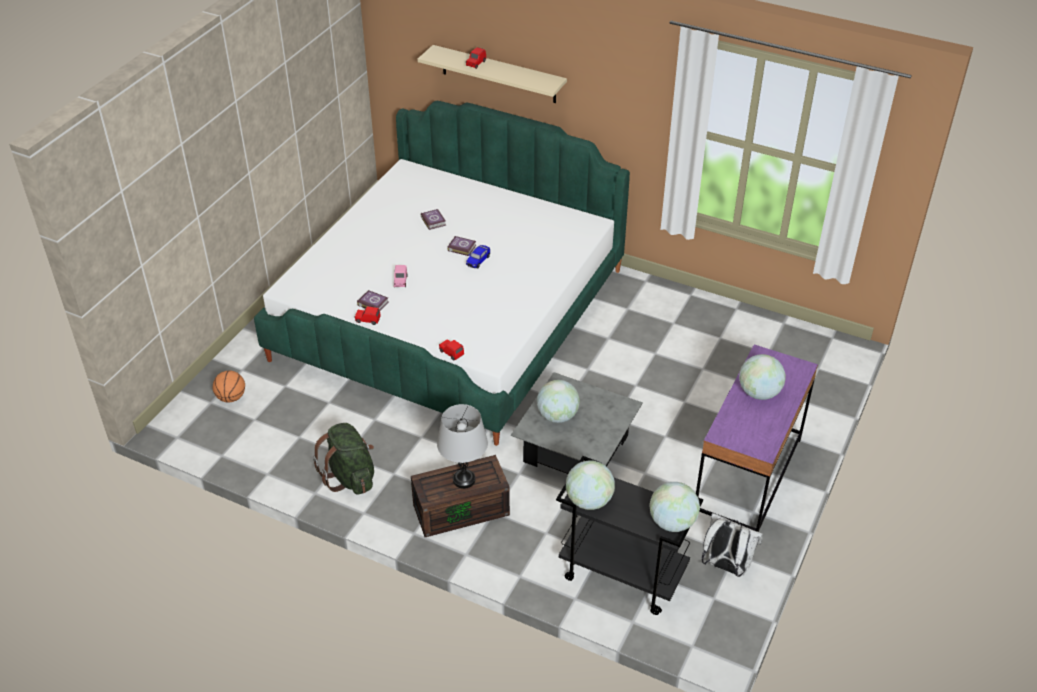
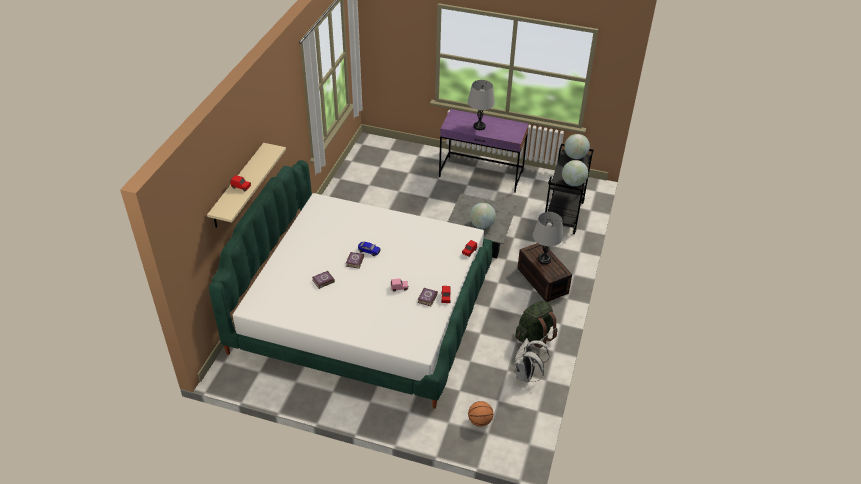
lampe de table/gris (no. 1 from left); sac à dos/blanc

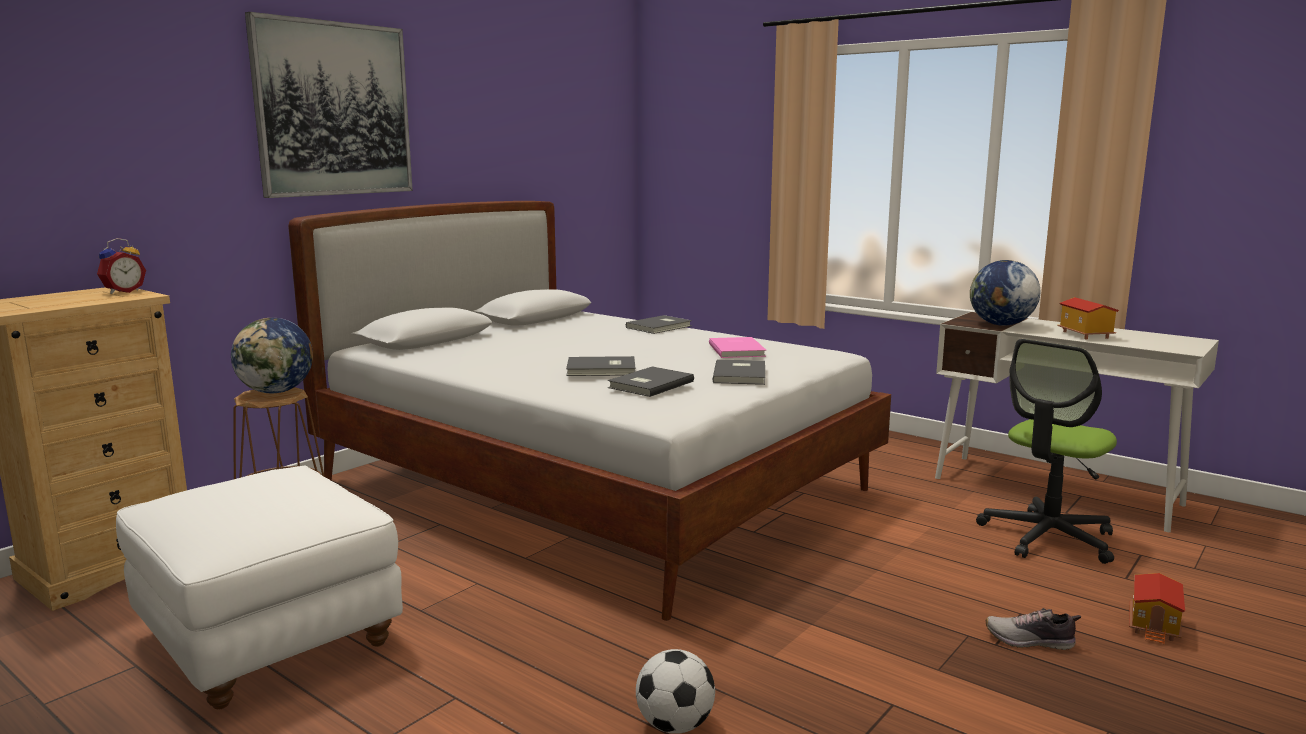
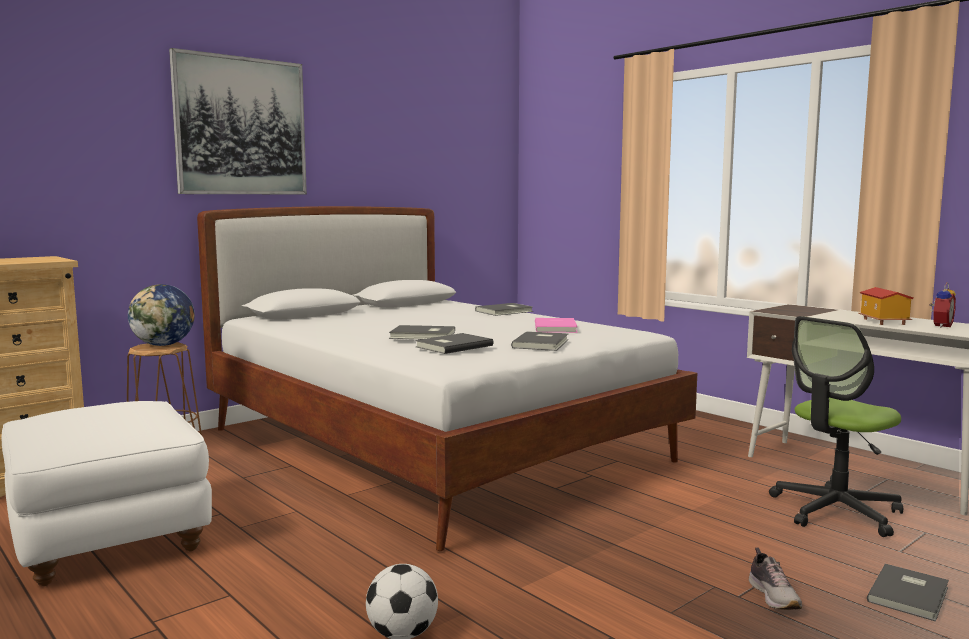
chaussure; livre/gris (no. 5 from left); réveil; globe (no. 2 from left in the first image)

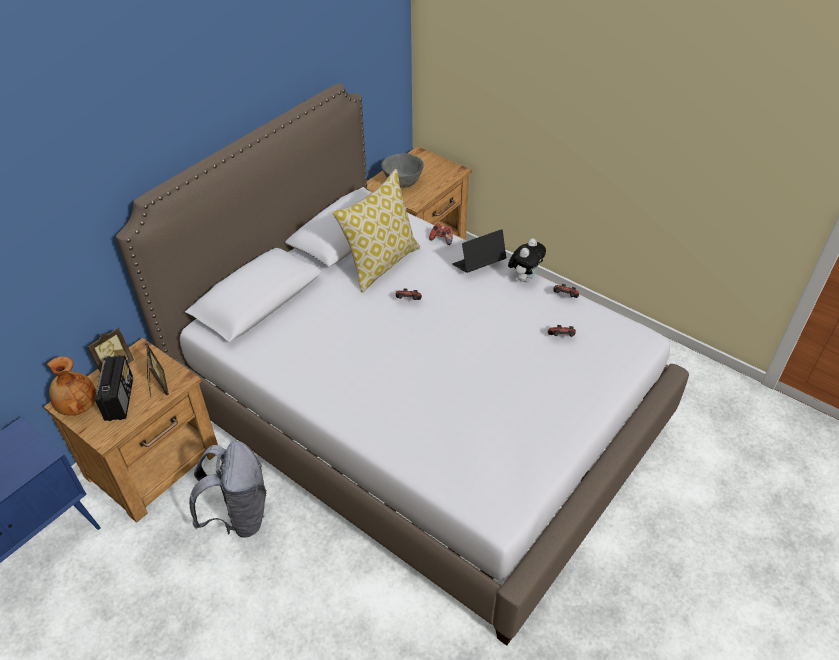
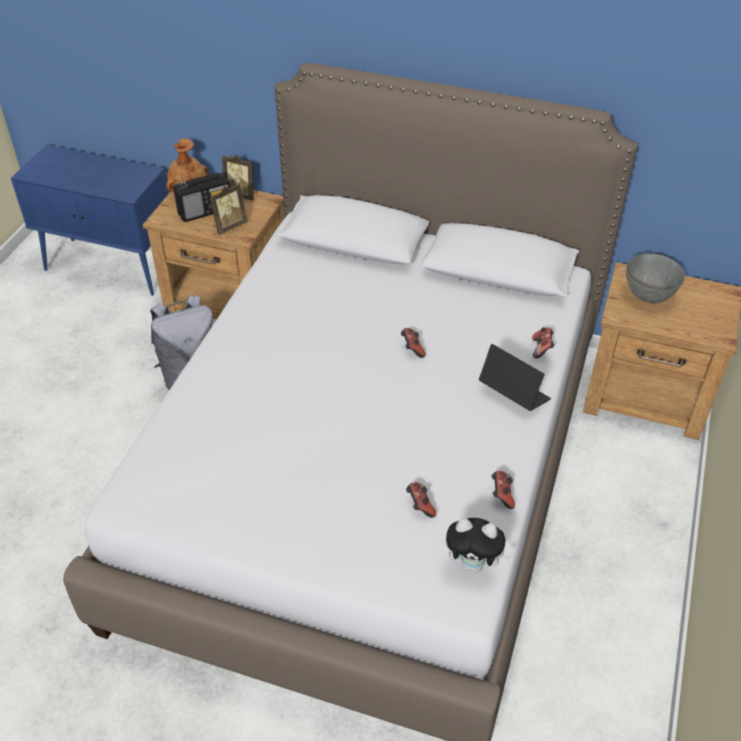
peluche; coussin

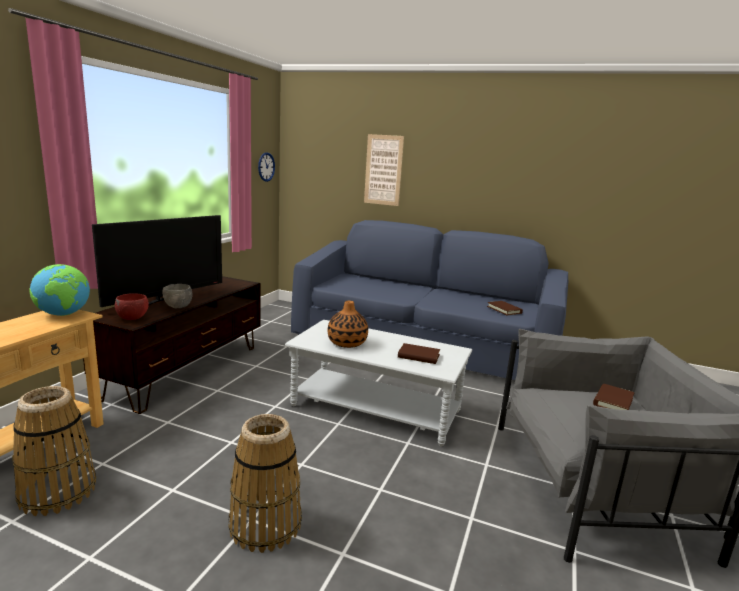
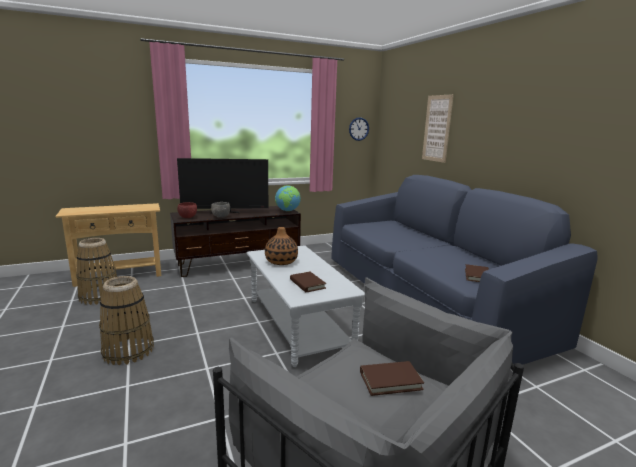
globe

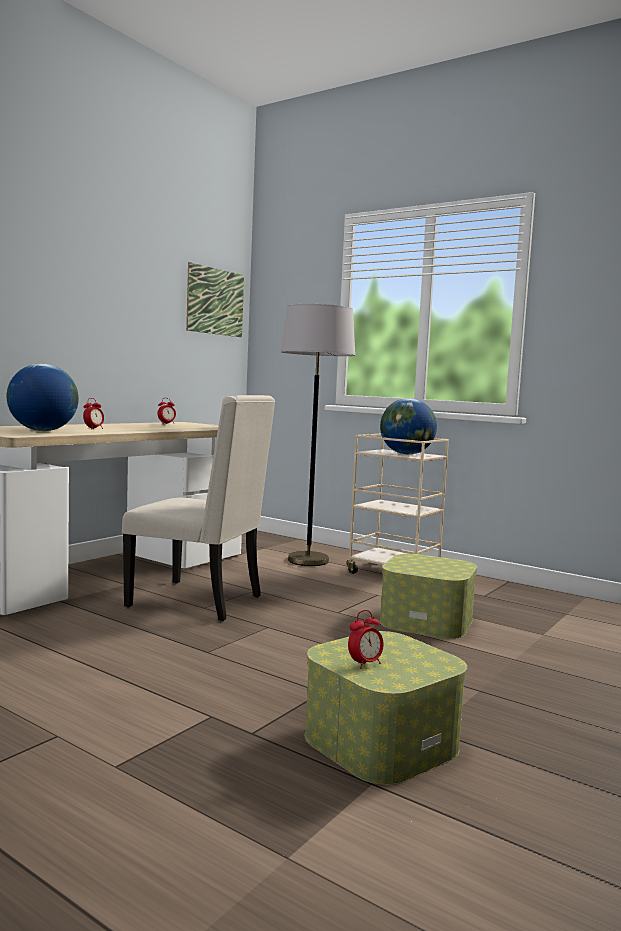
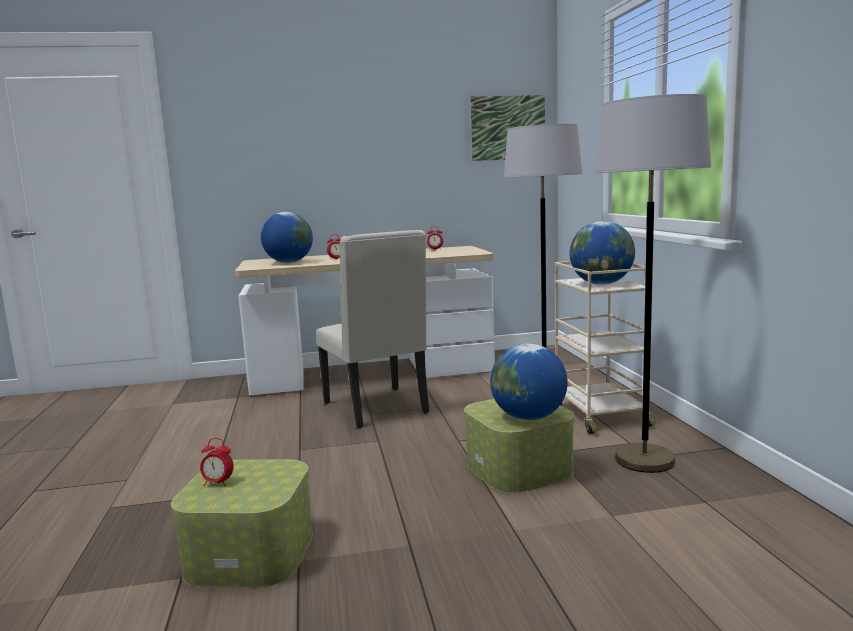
globe (no. 2 from left); lampadaire/gris (no. 2 from left)

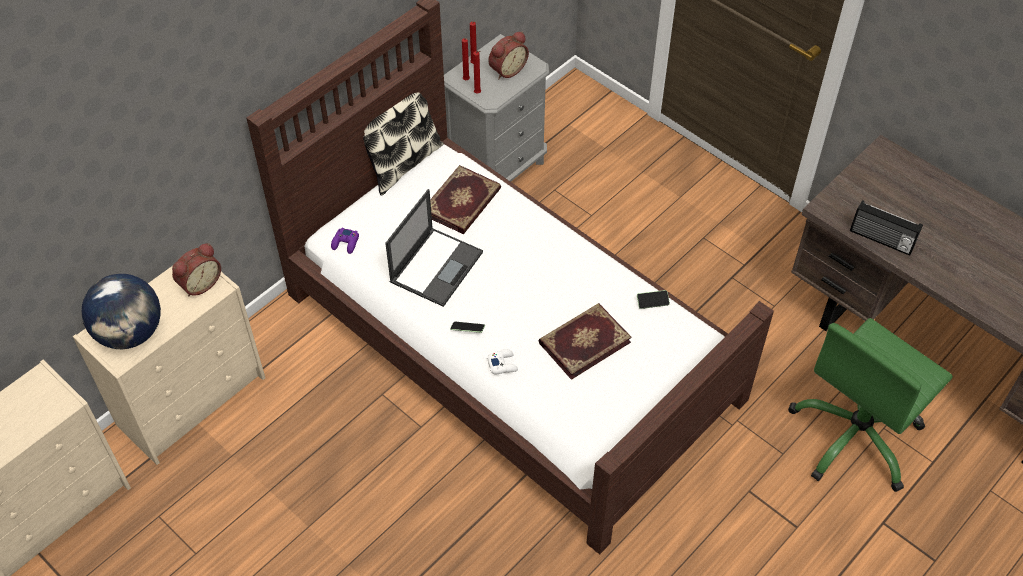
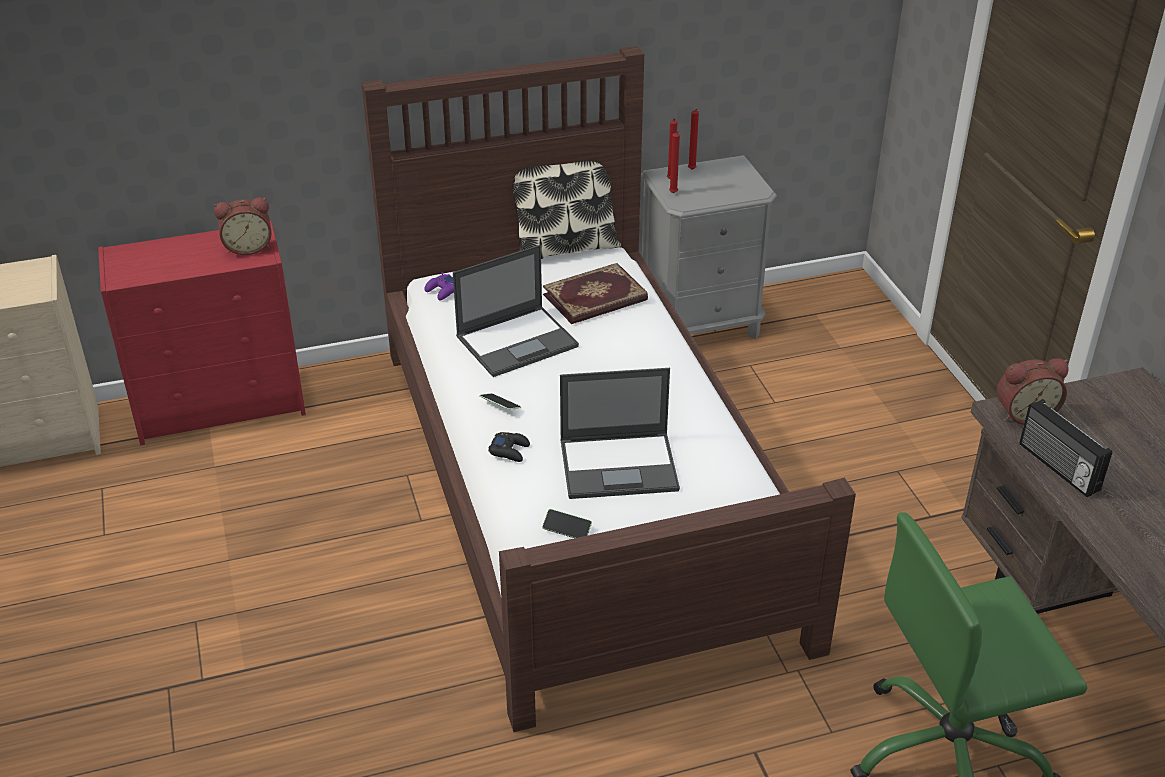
commode/rouge; manette/noir; téléphone (no. 2 from left); ordinateur portable (no. 2 from left); réveil (no. 2 from left); globe

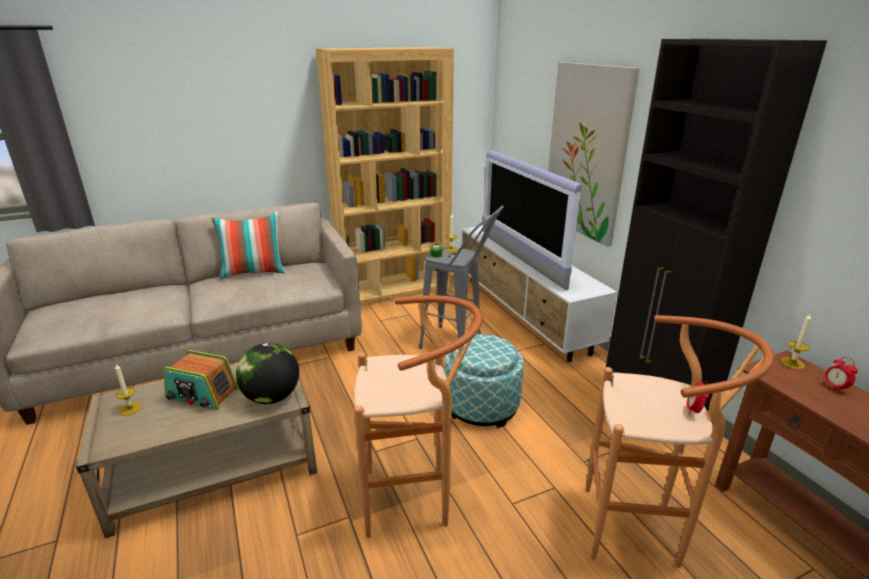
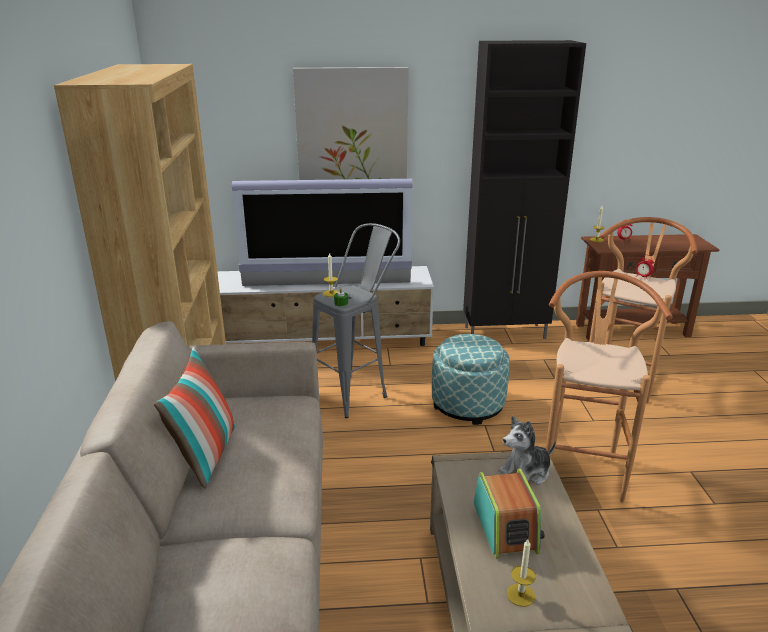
radio; peluche

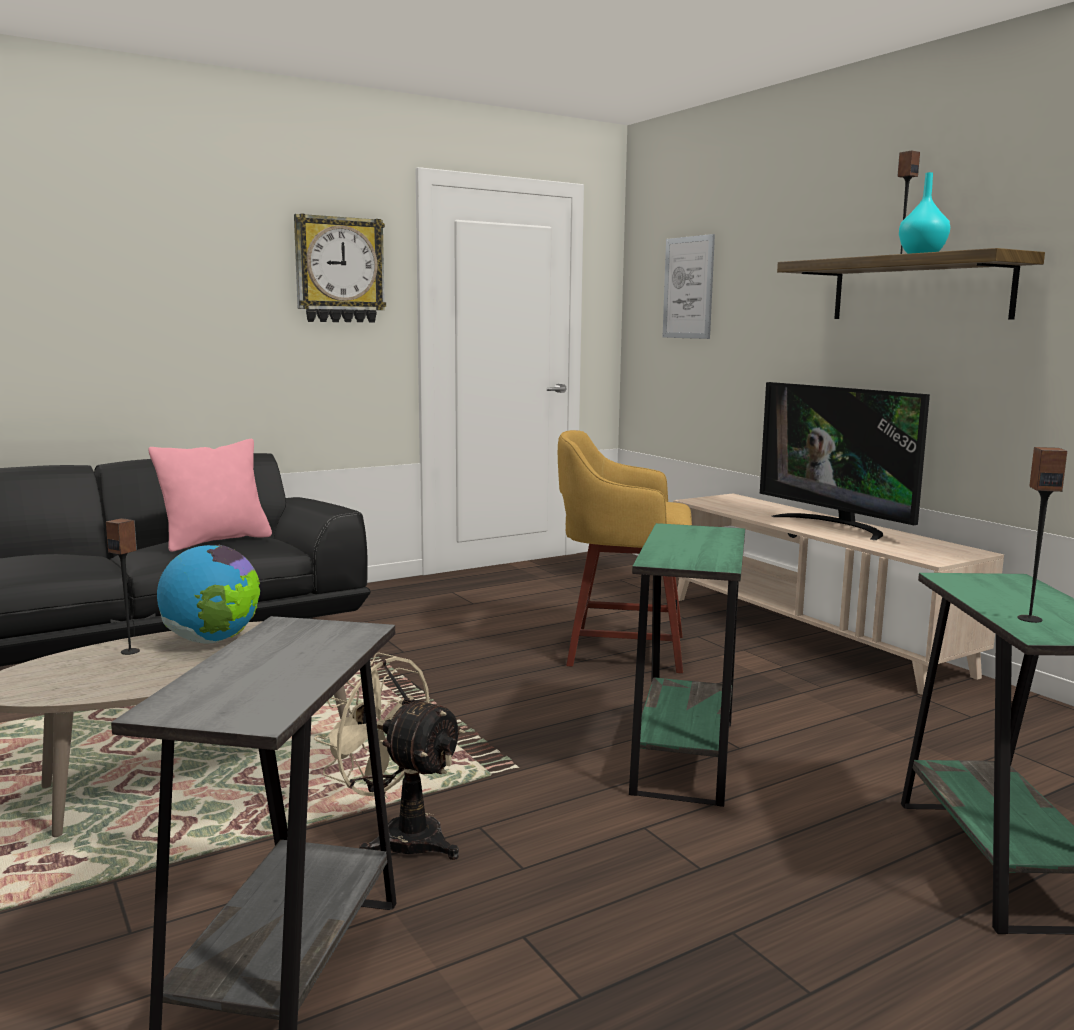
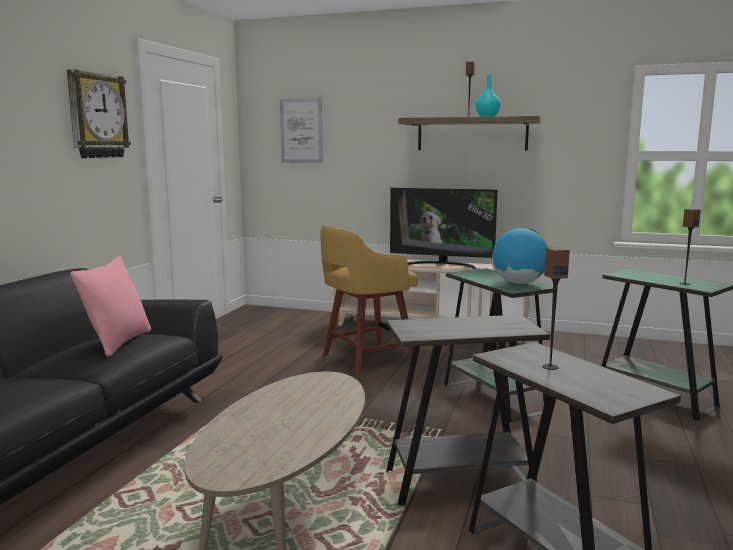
table d'appoint/gris (no. 1 from left); globe; enceinte (no. 2 from left)

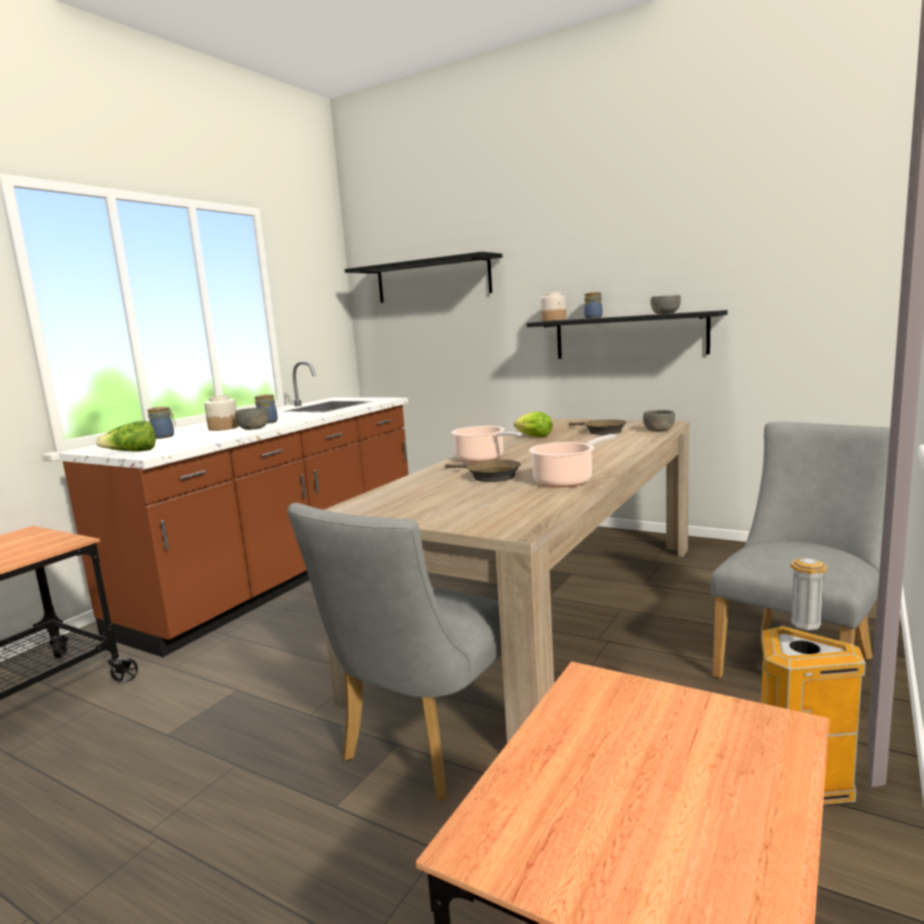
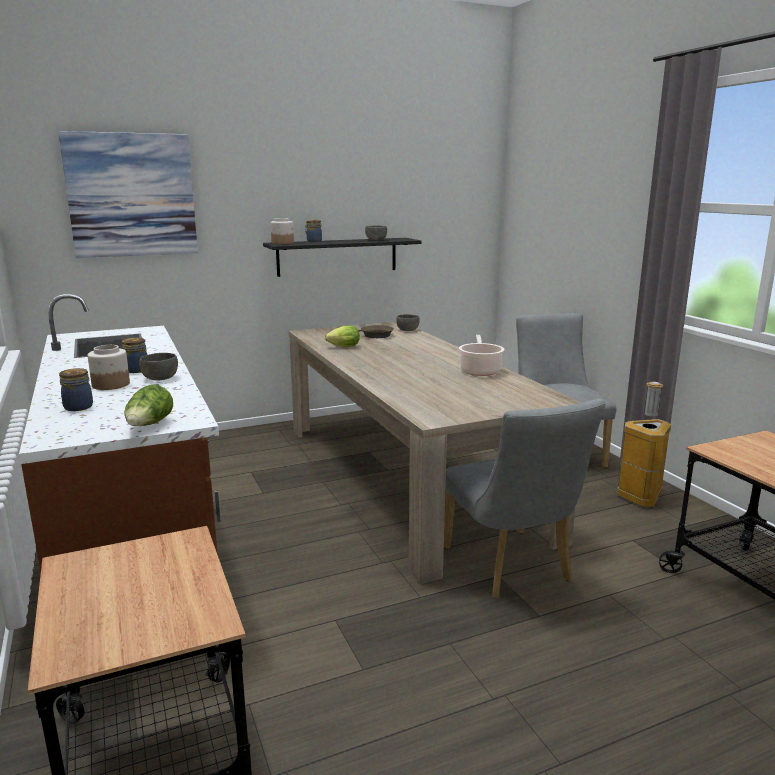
tableau; poêle/marron (no. 1 from left in the first image); marmite (no. 1 from left in the first image)

